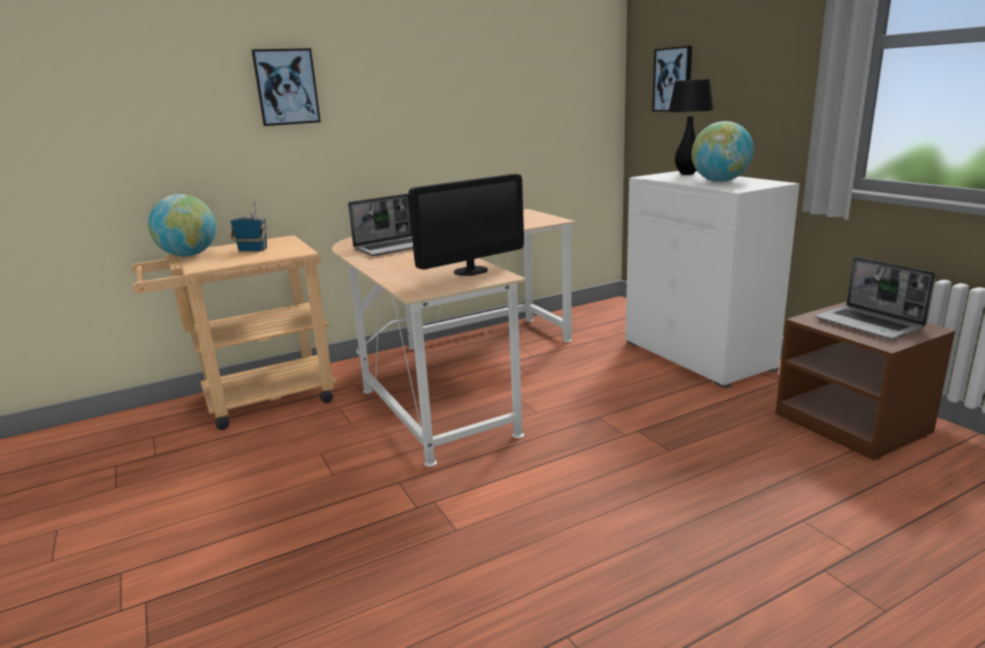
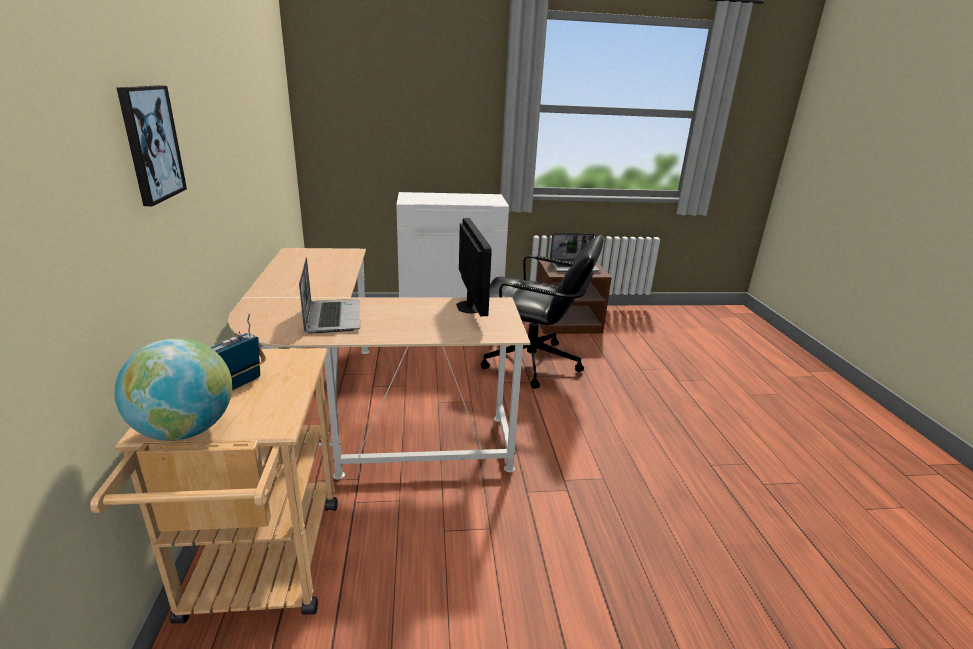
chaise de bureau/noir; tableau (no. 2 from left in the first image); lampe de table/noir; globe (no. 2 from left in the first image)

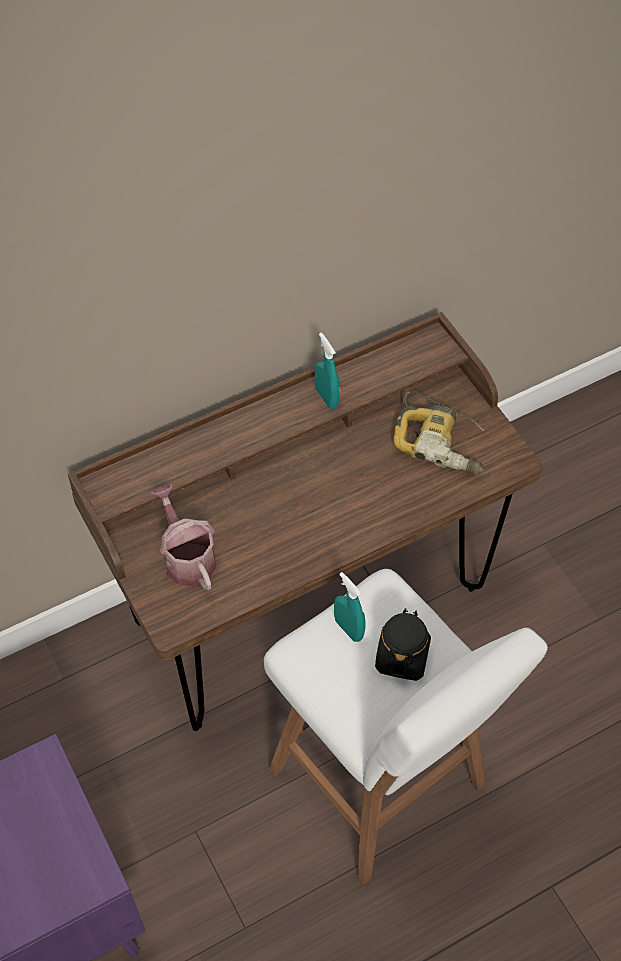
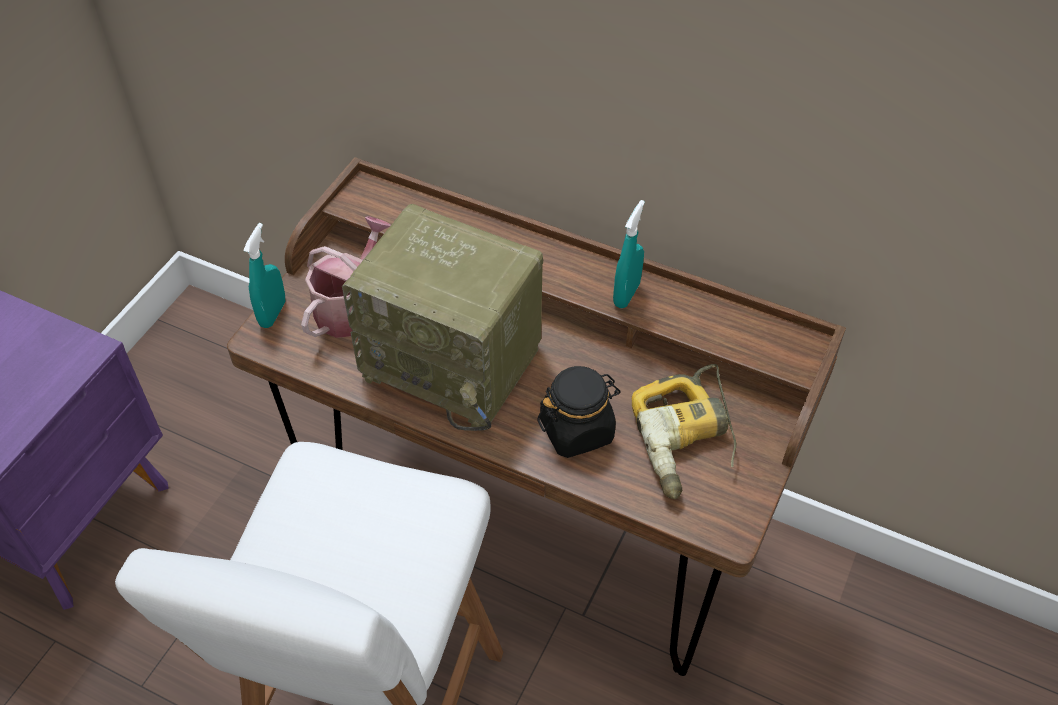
vaporisateur/turquoise (no. 1 from left); radio; bocal/noir

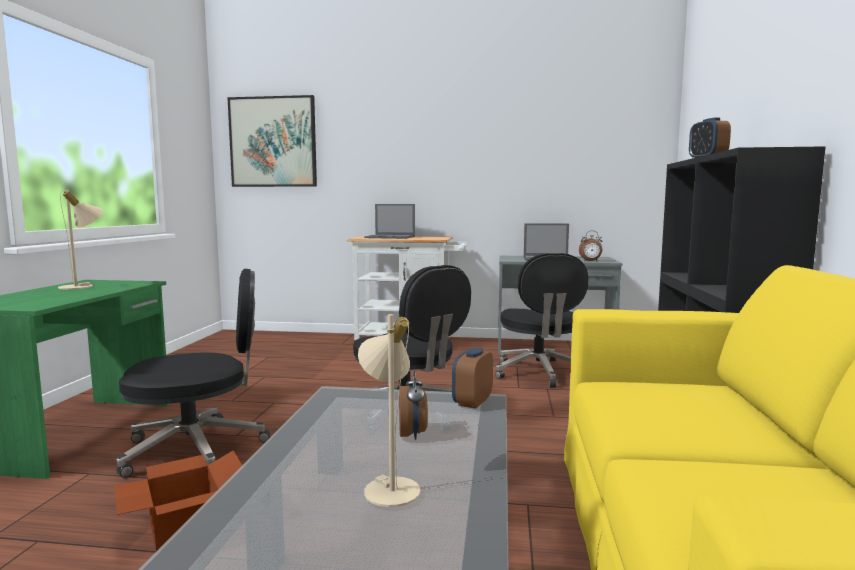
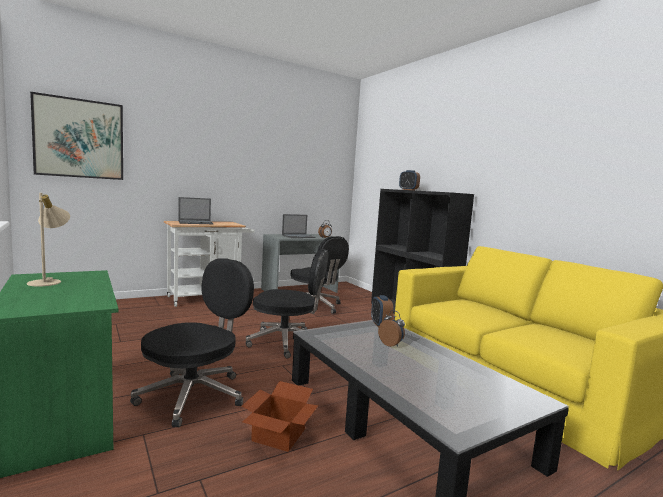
lampe de table/beige (no. 2 from left in the first image)

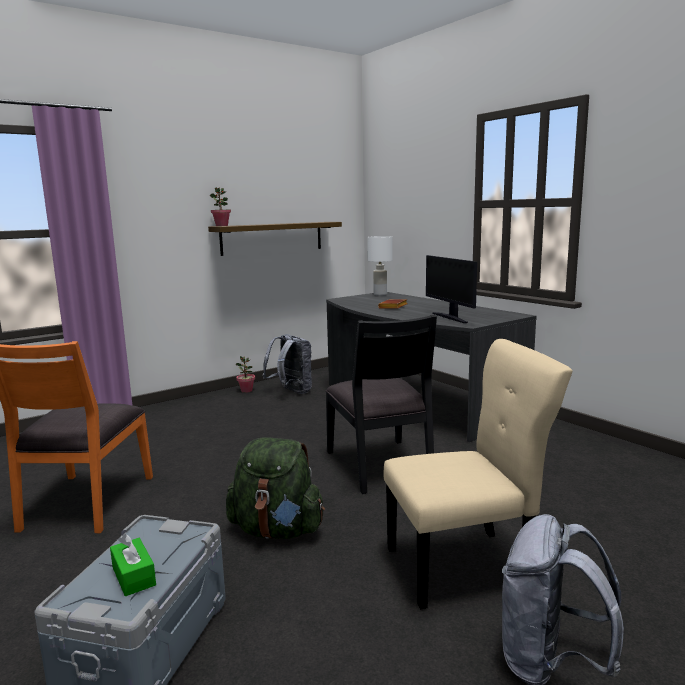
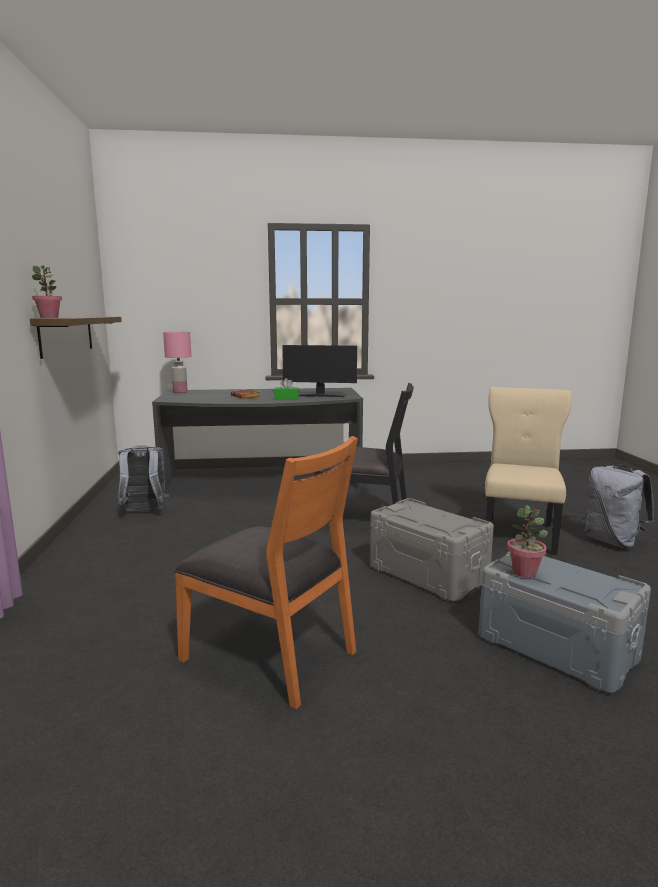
lampe de table/rose; boîte à mouchoirs/vert; boîte de rangement/gris (no. 1 from left); plante en pot (no. 2 from left)

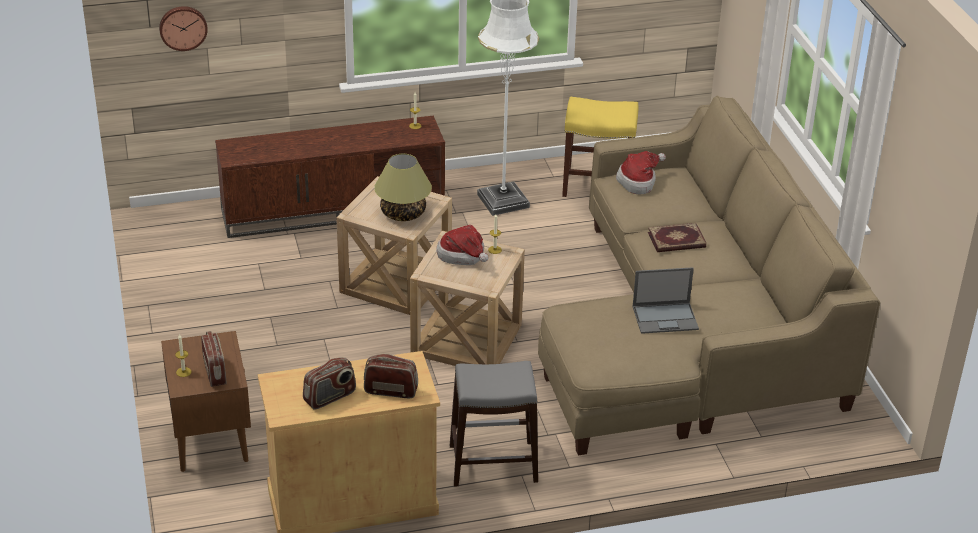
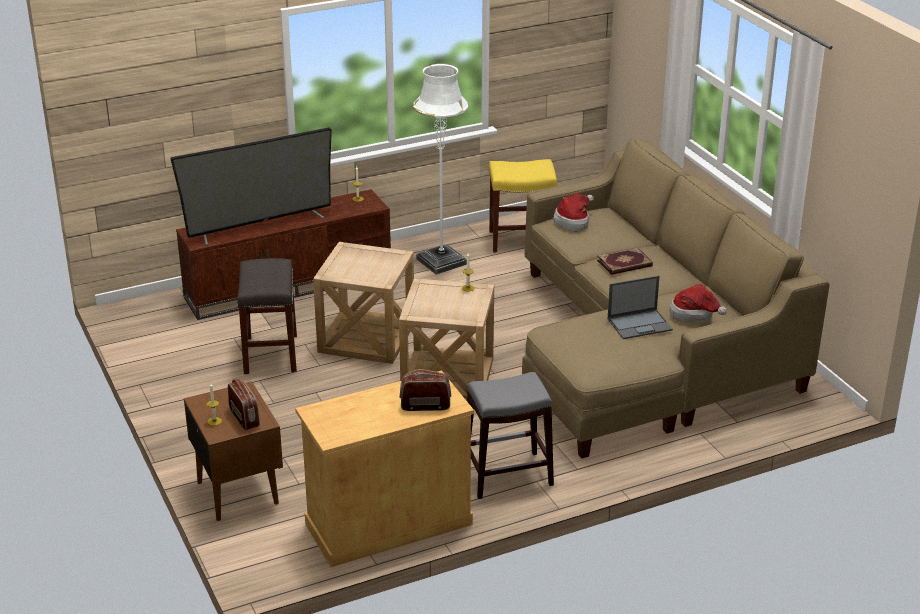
téléviseur; tabouret/gris (no. 1 from left); chapeau (no. 2 from left); horloge murale; radio (no. 2 from left in the first image); lampe de table

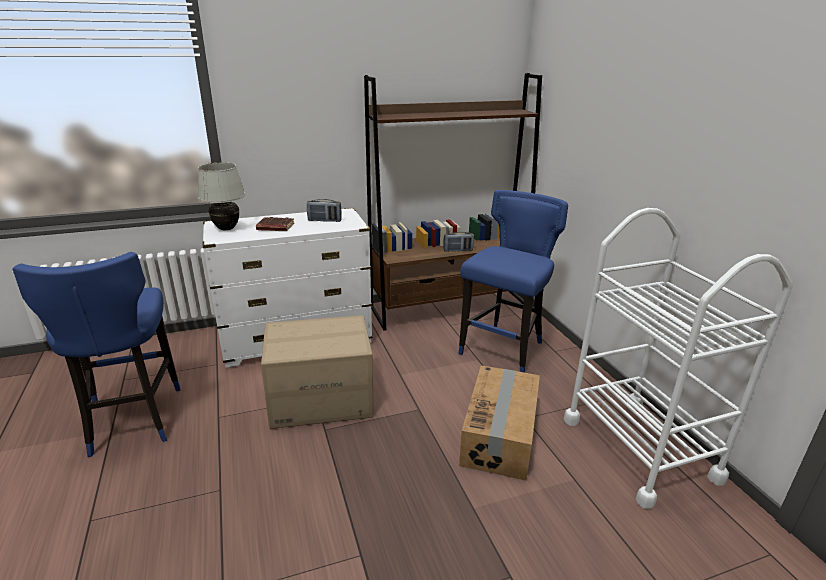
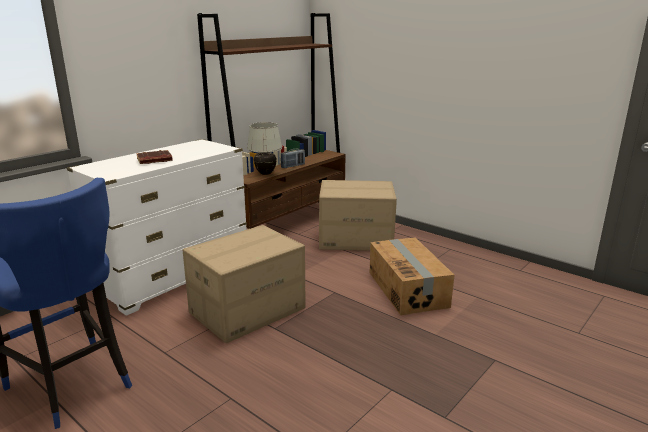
lampe de table/blanc; carton (no. 2 from left); radio (no. 1 from left in the first image); chariot/blanc

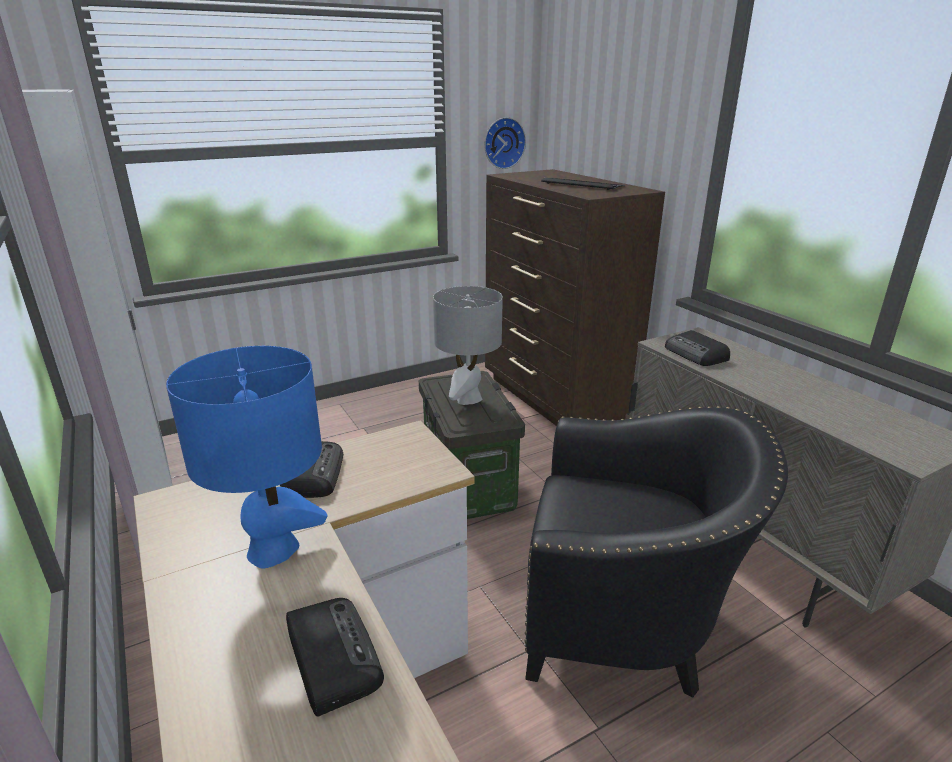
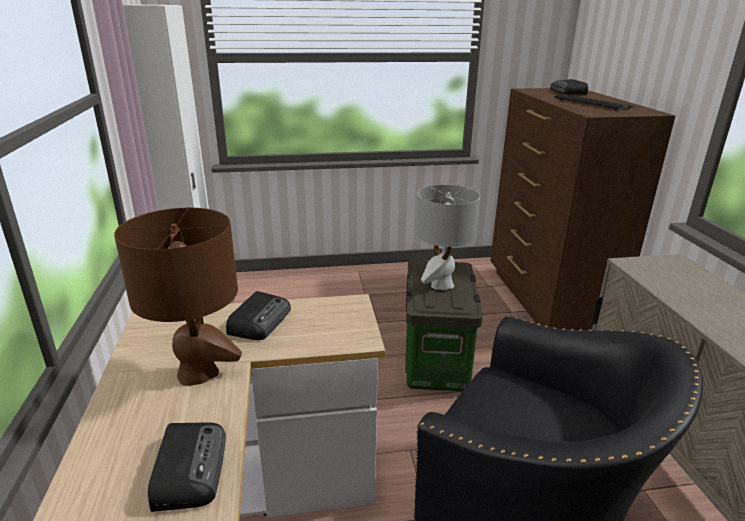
lampe de table/marron; radio (no. 3 from left); horloge murale

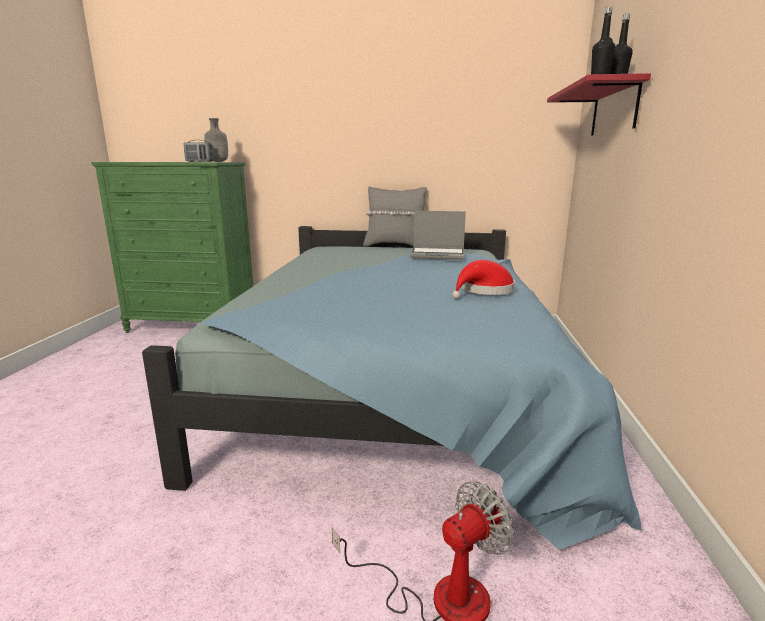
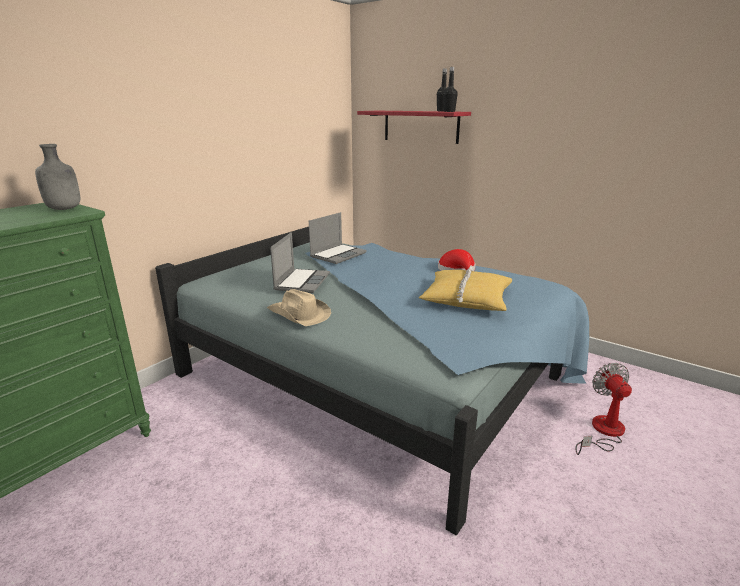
chapeau/beige; ordinateur portable (no. 1 from left); coussin/jaune; radio; coussin/gris

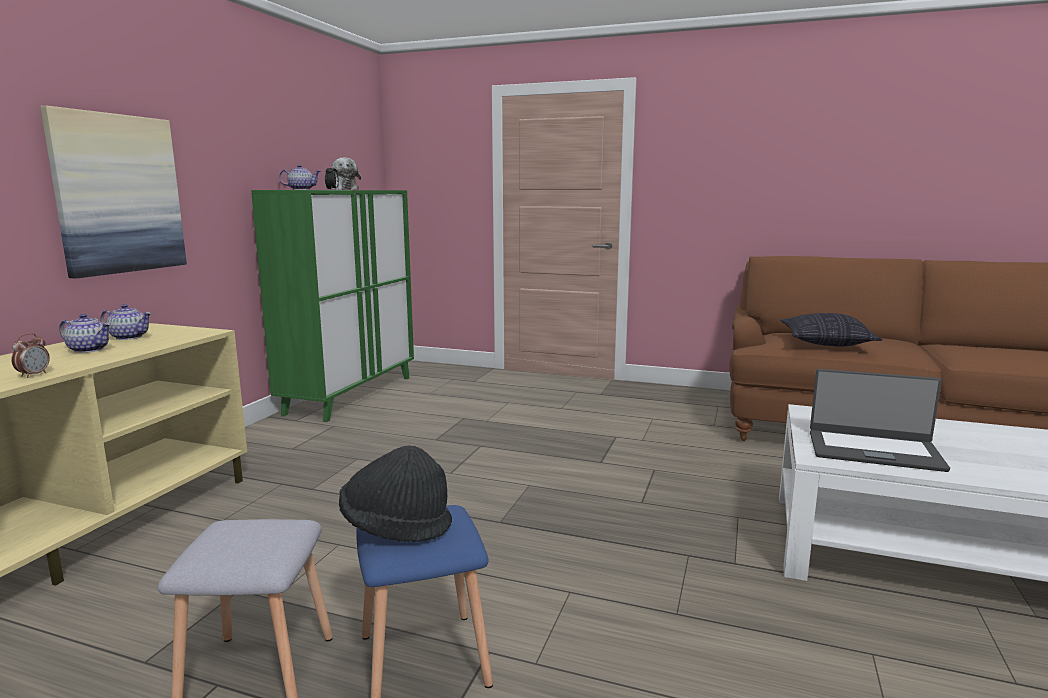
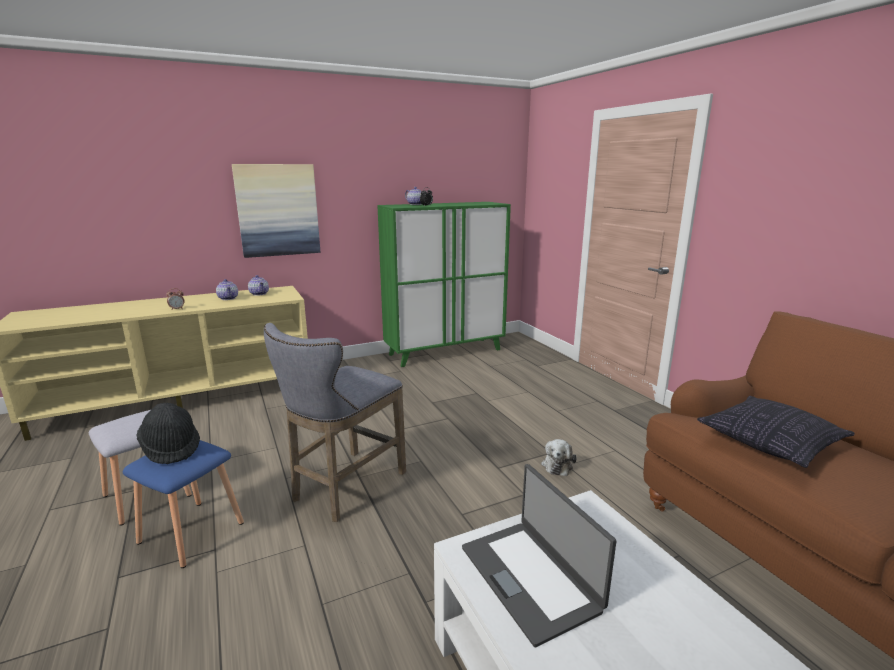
tabouret/gris (no. 2 from left); peluche

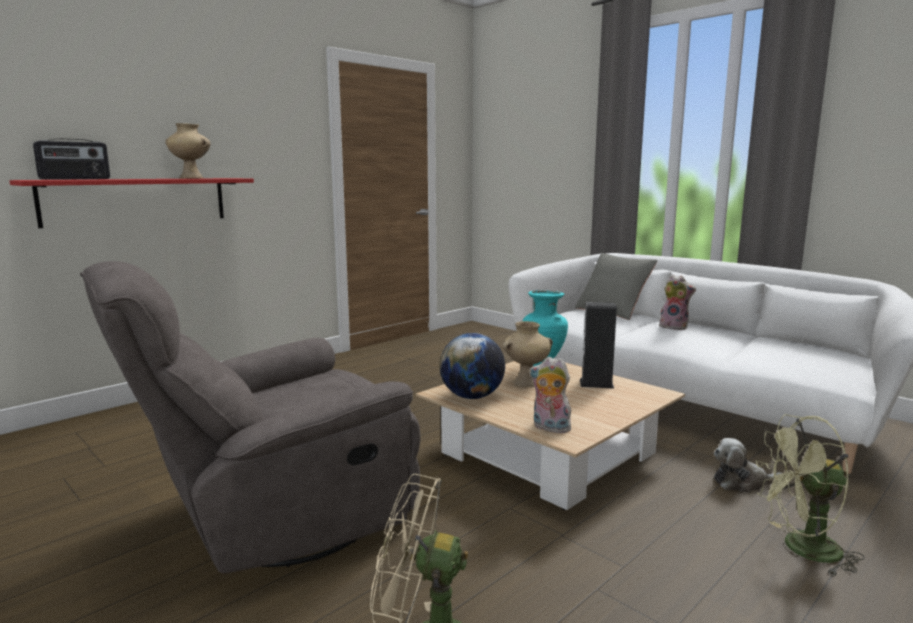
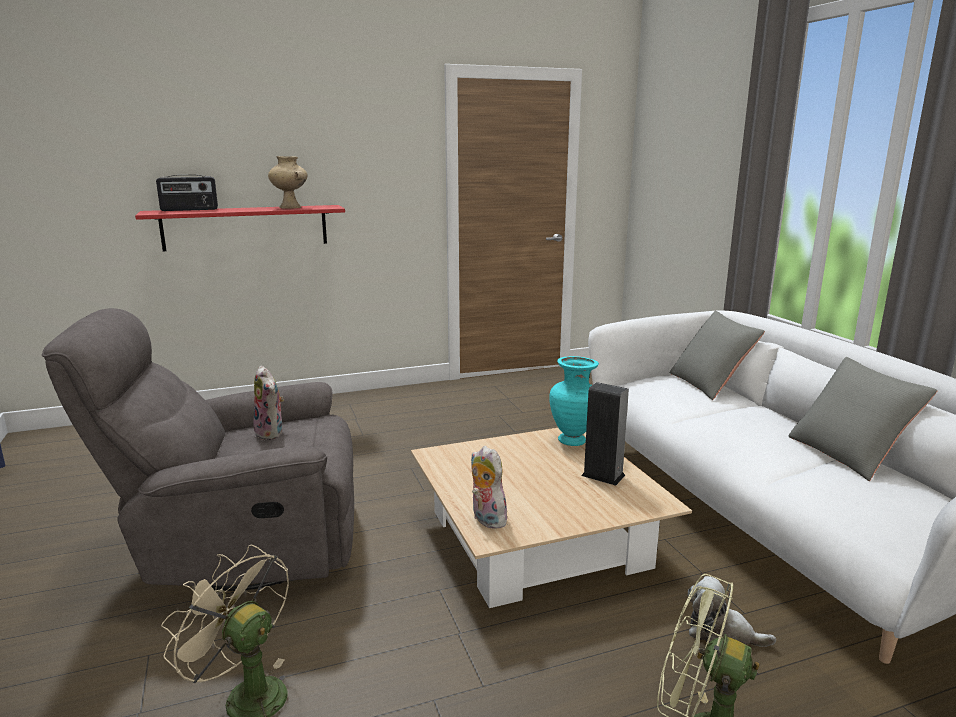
peluche (no. 1 from left); coussin/gris (no. 2 from left); globe; vase/beige (no. 2 from left in the first image)

